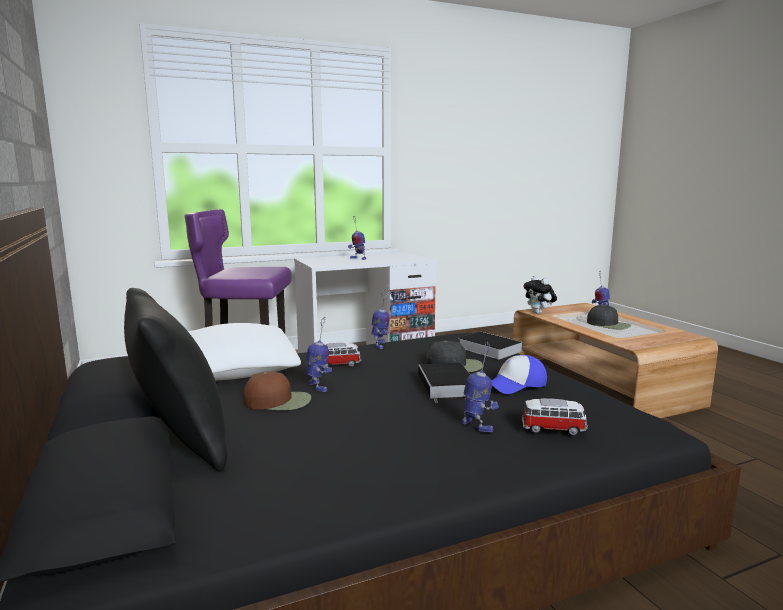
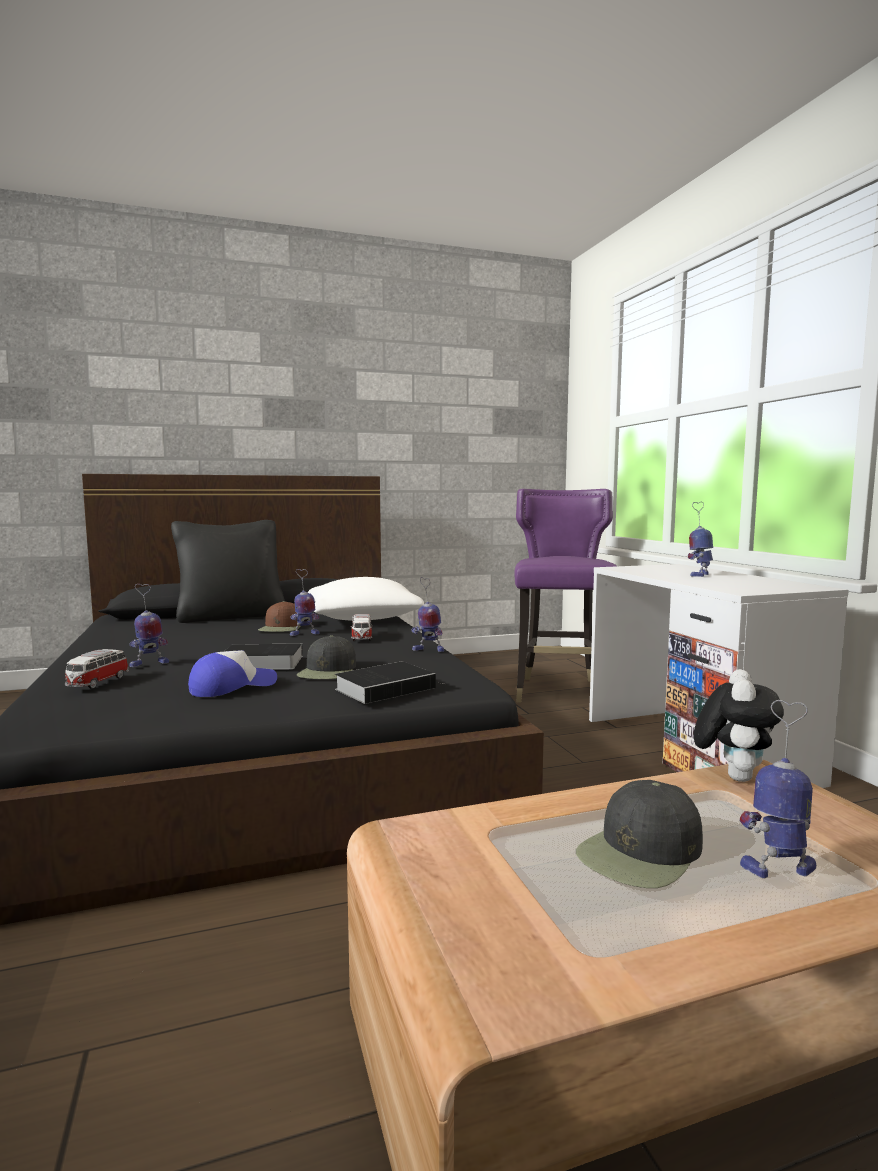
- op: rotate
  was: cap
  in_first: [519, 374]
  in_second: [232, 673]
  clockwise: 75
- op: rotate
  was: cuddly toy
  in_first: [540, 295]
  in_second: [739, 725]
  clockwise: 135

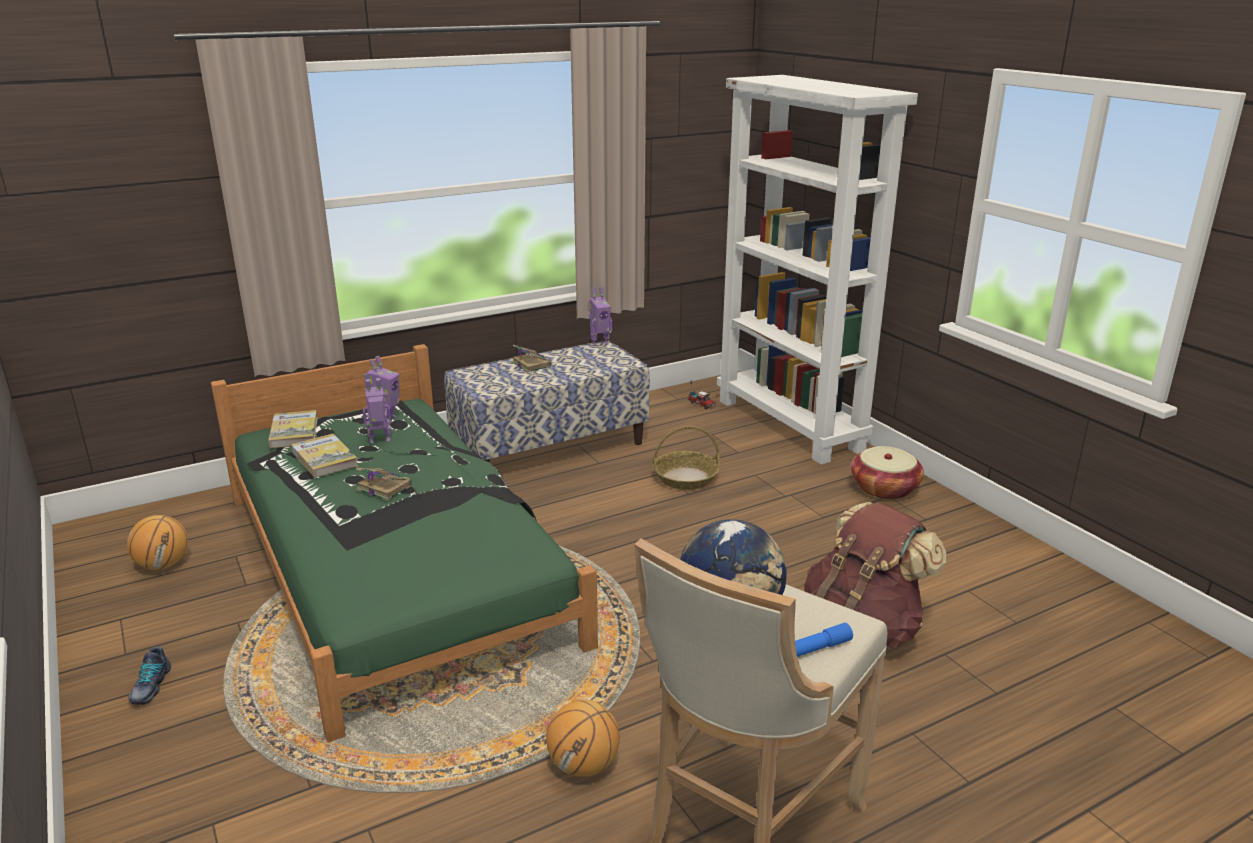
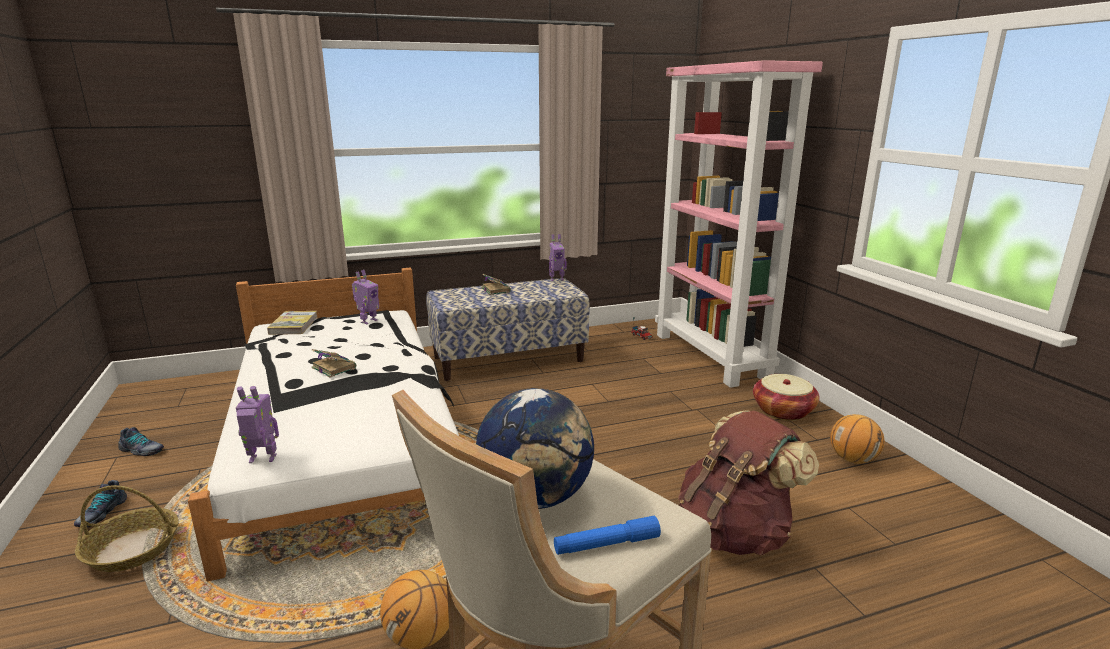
- op: delete
  was: bound book
  in_first: [324, 456]
- op: insert
  now: low shoe
  in_second: [141, 441]
- op: move
  was: basketball ball
  in_first: [157, 542]
  in_second: [857, 439]
- op: move
  was: toy robot
  in_first: [377, 411]
  in_second: [257, 424]
- op: move
  was: household basket
  in_first: [686, 458]
  in_second: [127, 528]
- op: recolor
  was: green-coloured bedroom bed
  now: whitish bedroom bed
  in_first: [404, 543]
  in_second: [323, 424]
- op: recolor
  was: whitish bookshelf
  now: pink bookshelf
  in_first: [817, 270]
  in_second: [739, 224]

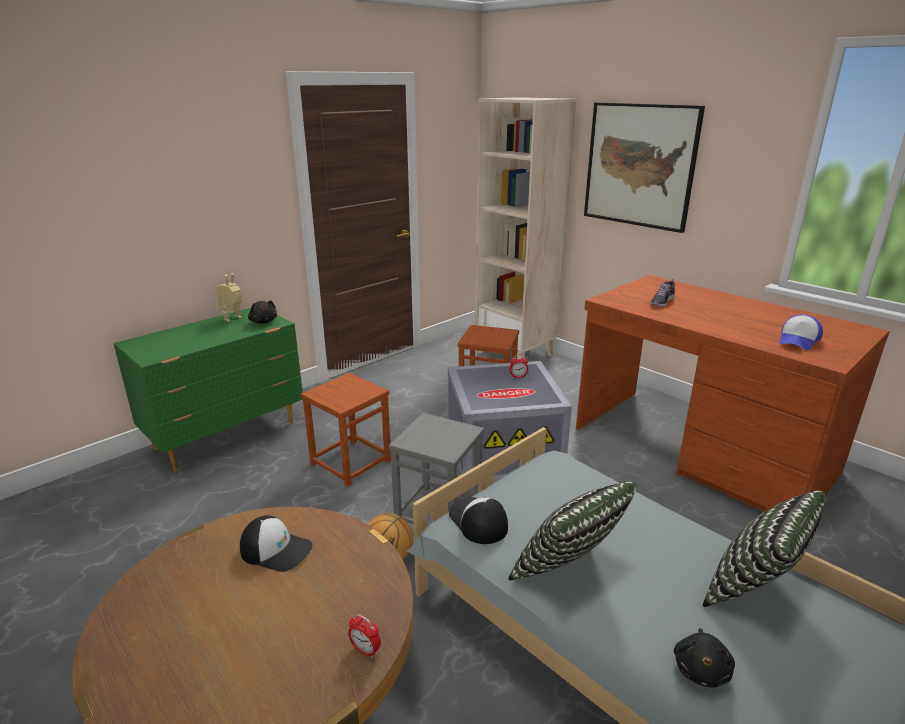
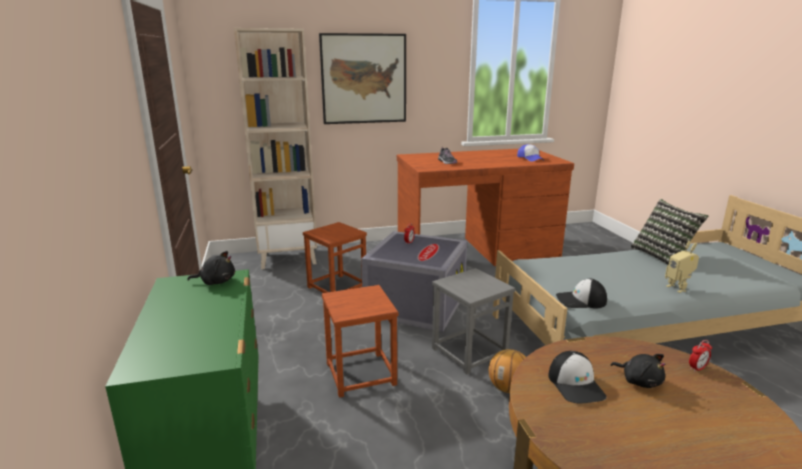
- op: delete
  was: pillow
  in_first: [572, 531]
- op: move
  was: toy robot
  in_first: [229, 297]
  in_second: [682, 267]
- op: move
  was: black-coloured cuddly toy
  in_first: [704, 658]
  in_second: [638, 371]
- op: rotate
  was: cap
  in_first: [276, 543]
  in_second: [577, 377]
  clockwise: 120

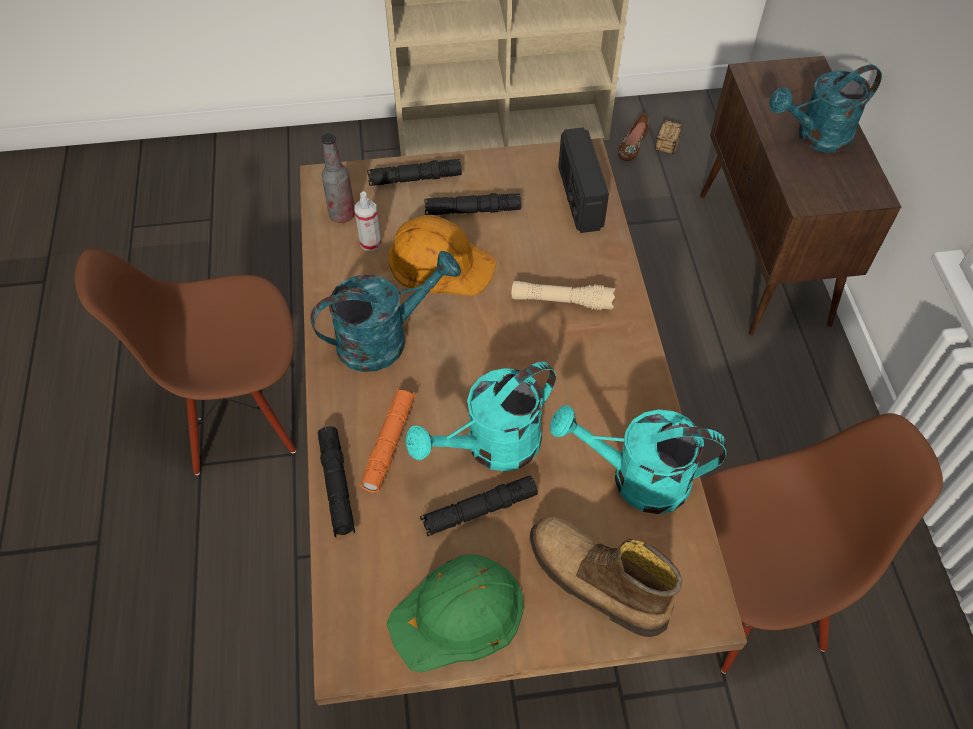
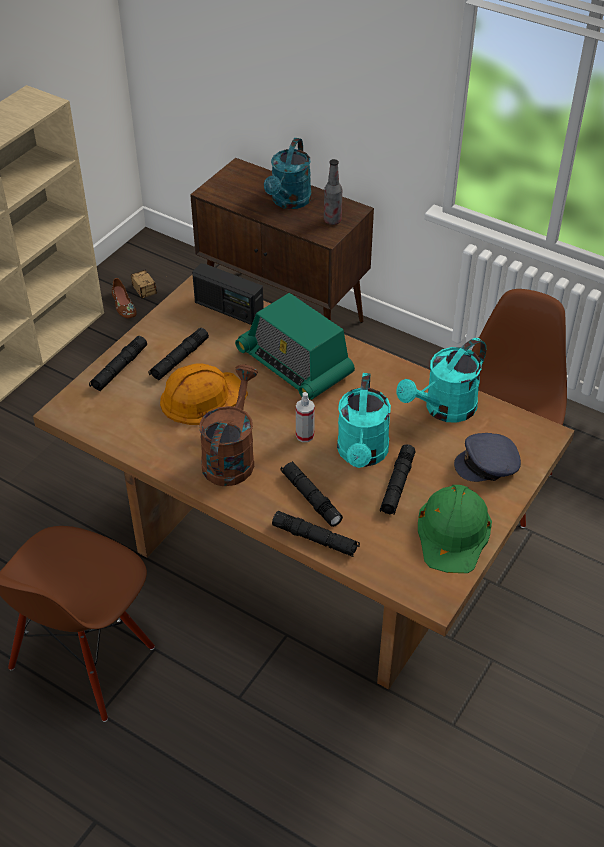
- op: move
  was: drink bottle
  in_first: [338, 178]
  in_second: [333, 192]
- op: move
  was: sprayer
  in_first: [367, 221]
  in_second: [305, 417]
- op: replace
  was: beige flashlight
  now: radio set
  in_first: [563, 295]
  in_second: [295, 346]
- op: replace
  was: tall boot
  now: greyish cap
  in_first: [606, 577]
  in_second: [487, 457]
- op: recolor
  was: turquoise watering pot
  now: brown-coloured watering pot
  in_first: [385, 311]
  in_second: [228, 425]
- op: recolor
  was: orange-coloured flashlight
  now: black-coloured flashlight
  in_first: [388, 440]
  in_second: [311, 494]

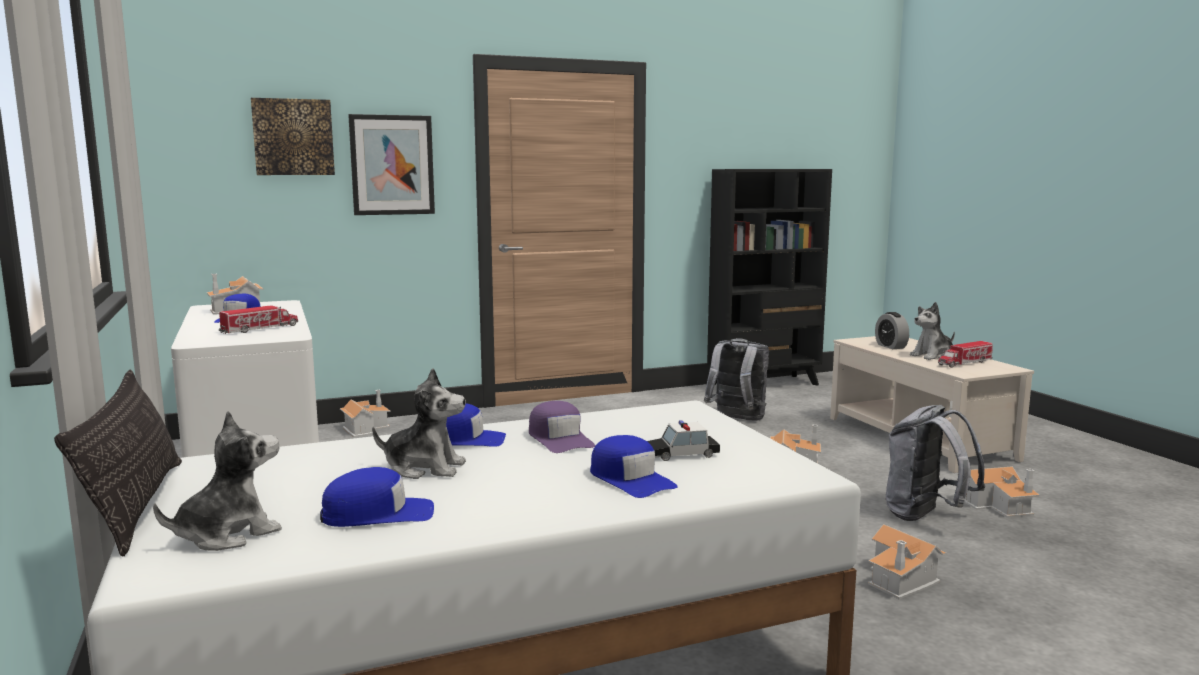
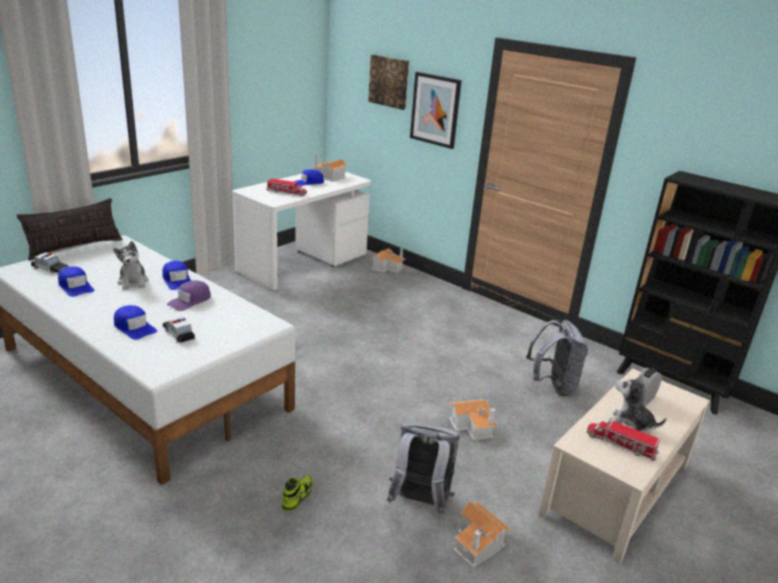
- op: replace
  was: cuddly toy
  now: model car
  in_first: [217, 481]
  in_second: [49, 262]
- op: replace
  was: toy house
  now: low shoe
  in_first: [907, 561]
  in_second: [297, 493]
- op: rotate
  was: bluish cap
  in_first: [634, 466]
  in_second: [135, 322]
  clockwise: -75

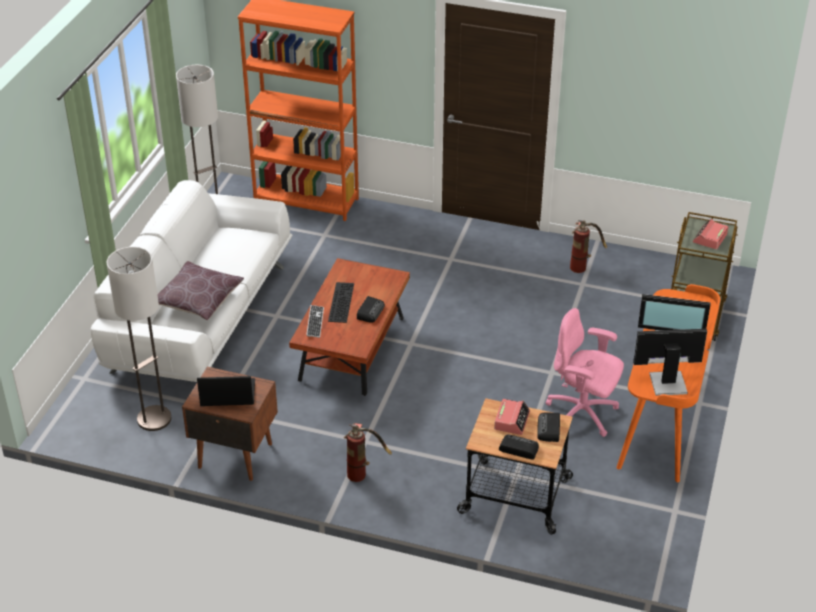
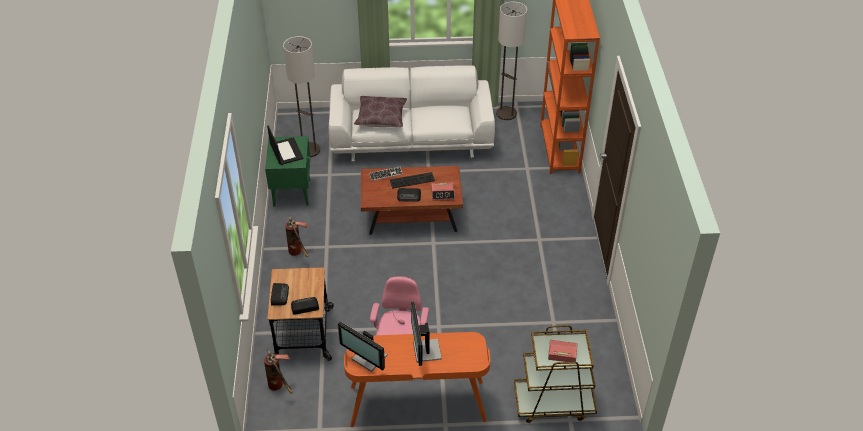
- op: move
  was: alarm clock
  in_first: [512, 417]
  in_second: [443, 192]
- op: move
  was: fire-fighting cylinder
  in_first: [588, 246]
  in_second: [278, 371]
- op: recolor
  was: brown-coloured bedside table
  now: green-coloured bedside table
  in_first: [230, 424]
  in_second: [287, 171]
- op: rotate
  was: computer display
  in_first: [670, 362]
  in_second: [362, 346]
  clockwise: 150

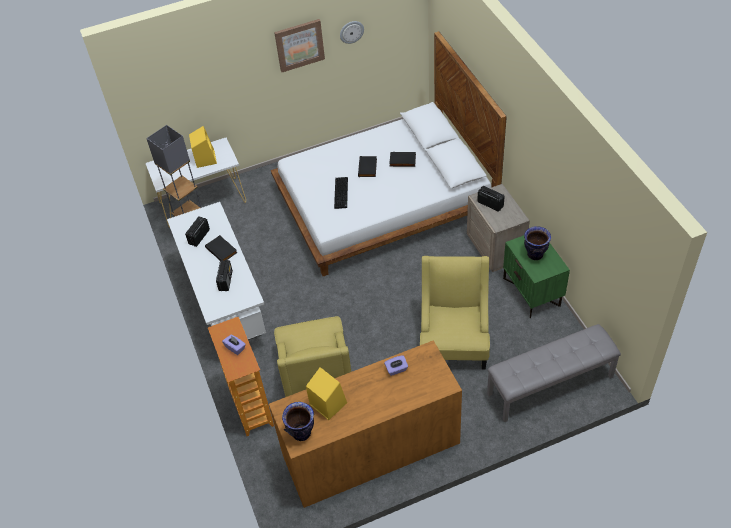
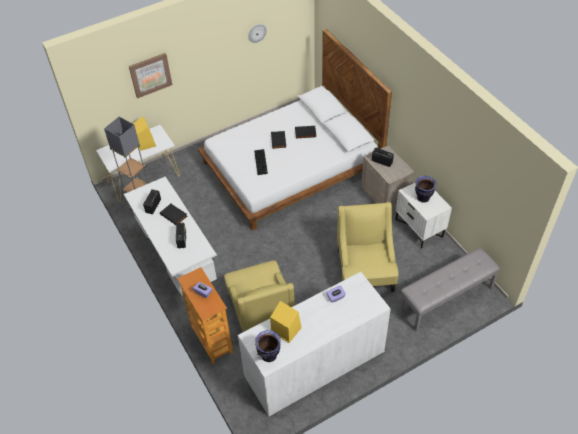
- op: move
  was: picture
  in_first: [299, 45]
  in_second: [150, 75]
- op: recolor
  was: brown-coloured chest of drawers
  now: whitish chest of drawers
  in_first: [365, 424]
  in_second: [314, 344]
- op: recolor
  was: green-coloured bedside table
  now: whitish bedside table
  in_first: [536, 276]
  in_second: [424, 216]

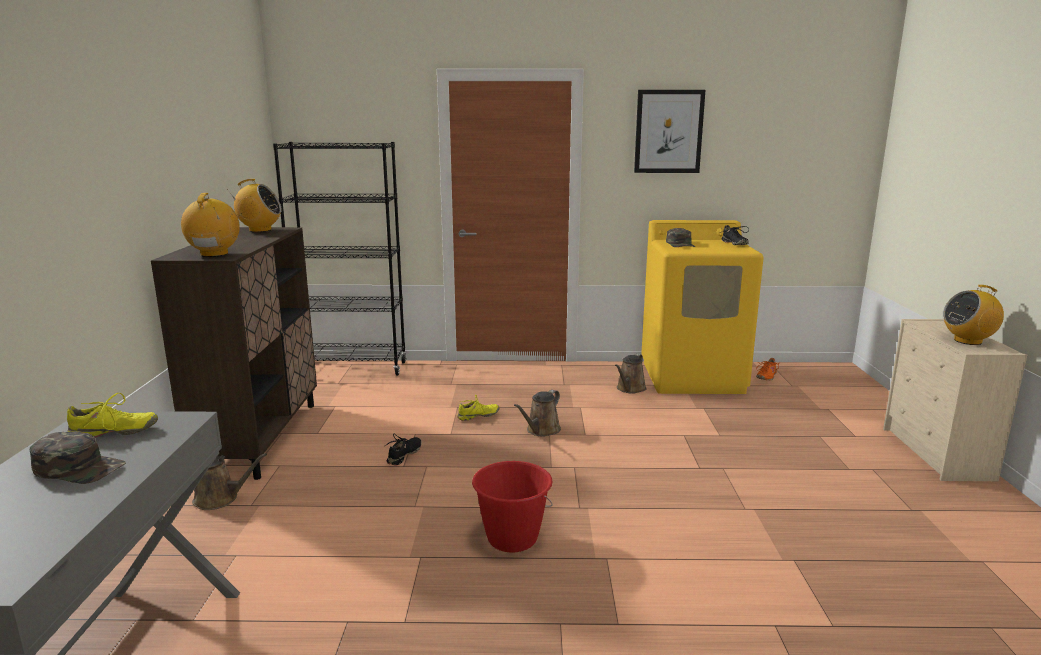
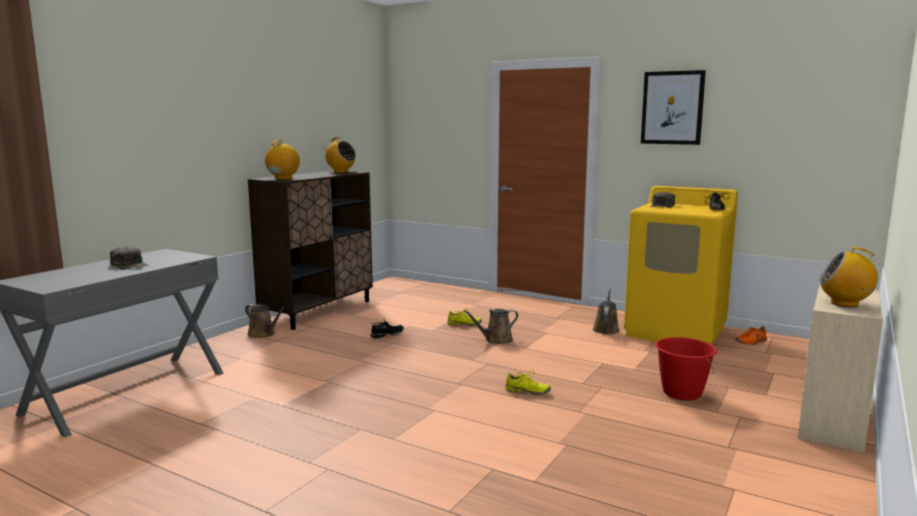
- op: delete
  was: black-coloured bookshelf
  in_first: [339, 259]
- op: move
  was: yellow low shoe
  in_first: [112, 415]
  in_second: [528, 382]
- op: move
  was: reddish water bucket
  in_first: [512, 507]
  in_second: [686, 368]
- op: rotate
  was: brown-coloured watering pot
  in_first: [631, 374]
  in_second: [606, 311]
  clockwise: 135

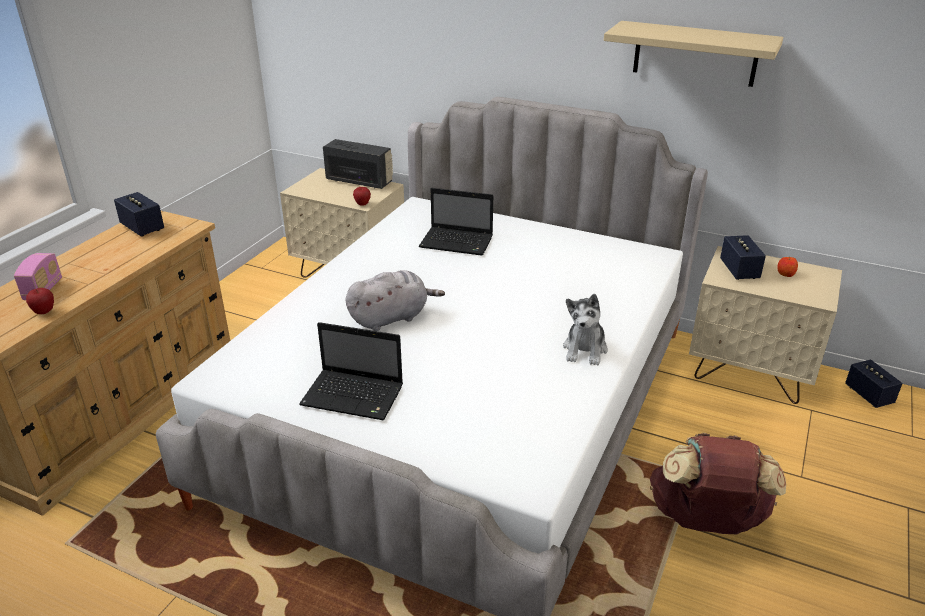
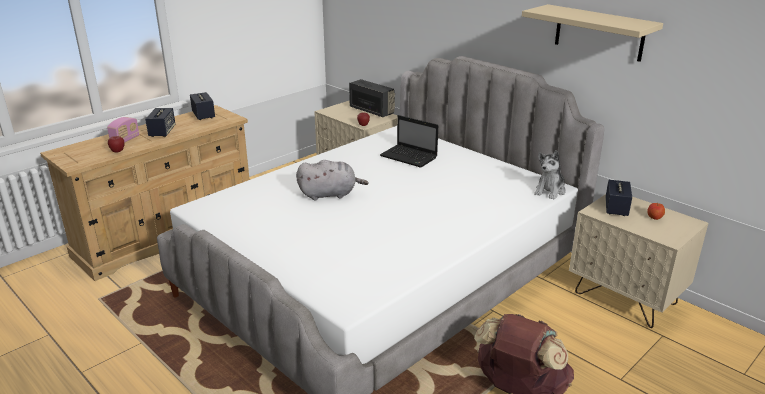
- op: delete
  was: laptop
  in_first: [351, 371]
- op: move
  was: cuddly toy
  in_first: [585, 330]
  in_second: [550, 175]
- op: move
  was: audio speaker
  in_first: [874, 384]
  in_second: [160, 122]

